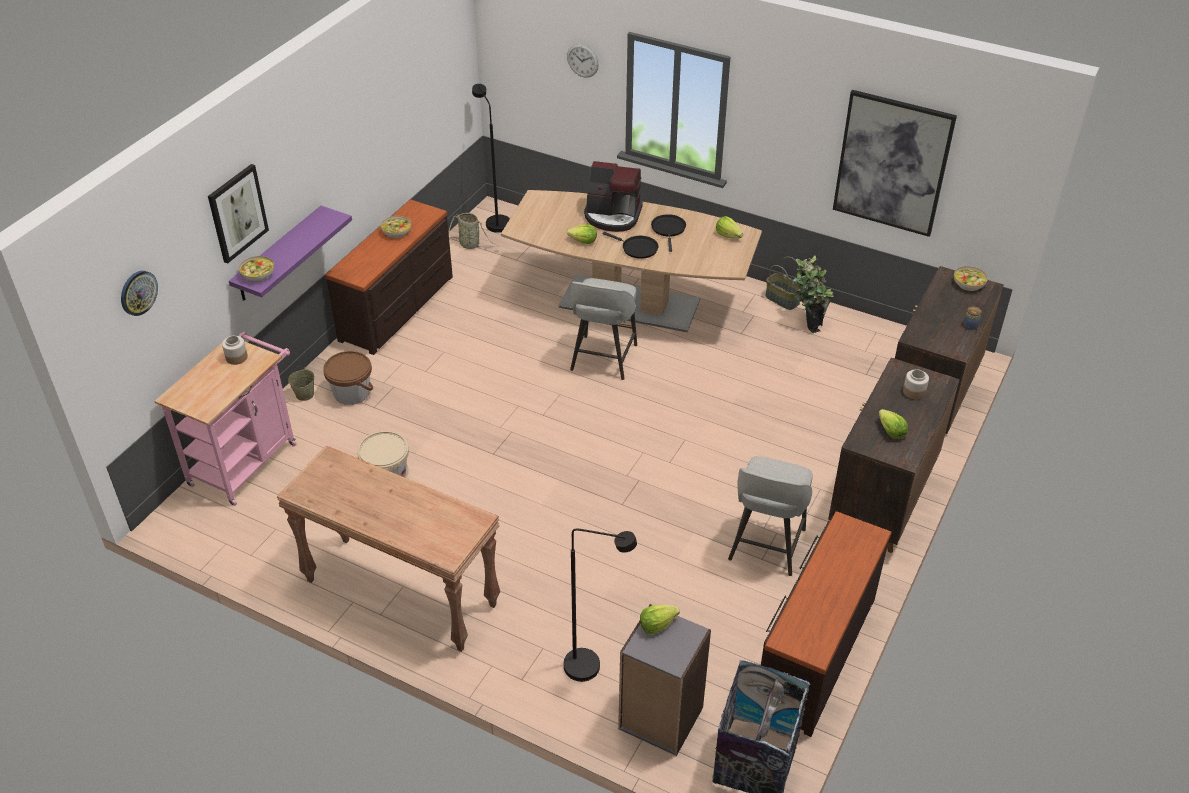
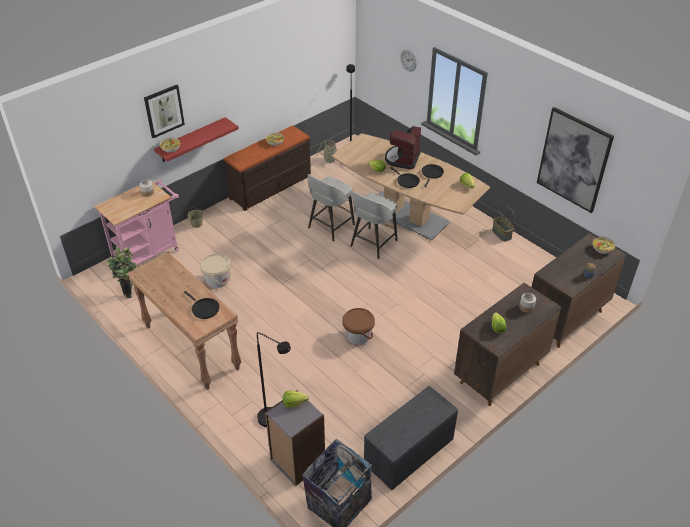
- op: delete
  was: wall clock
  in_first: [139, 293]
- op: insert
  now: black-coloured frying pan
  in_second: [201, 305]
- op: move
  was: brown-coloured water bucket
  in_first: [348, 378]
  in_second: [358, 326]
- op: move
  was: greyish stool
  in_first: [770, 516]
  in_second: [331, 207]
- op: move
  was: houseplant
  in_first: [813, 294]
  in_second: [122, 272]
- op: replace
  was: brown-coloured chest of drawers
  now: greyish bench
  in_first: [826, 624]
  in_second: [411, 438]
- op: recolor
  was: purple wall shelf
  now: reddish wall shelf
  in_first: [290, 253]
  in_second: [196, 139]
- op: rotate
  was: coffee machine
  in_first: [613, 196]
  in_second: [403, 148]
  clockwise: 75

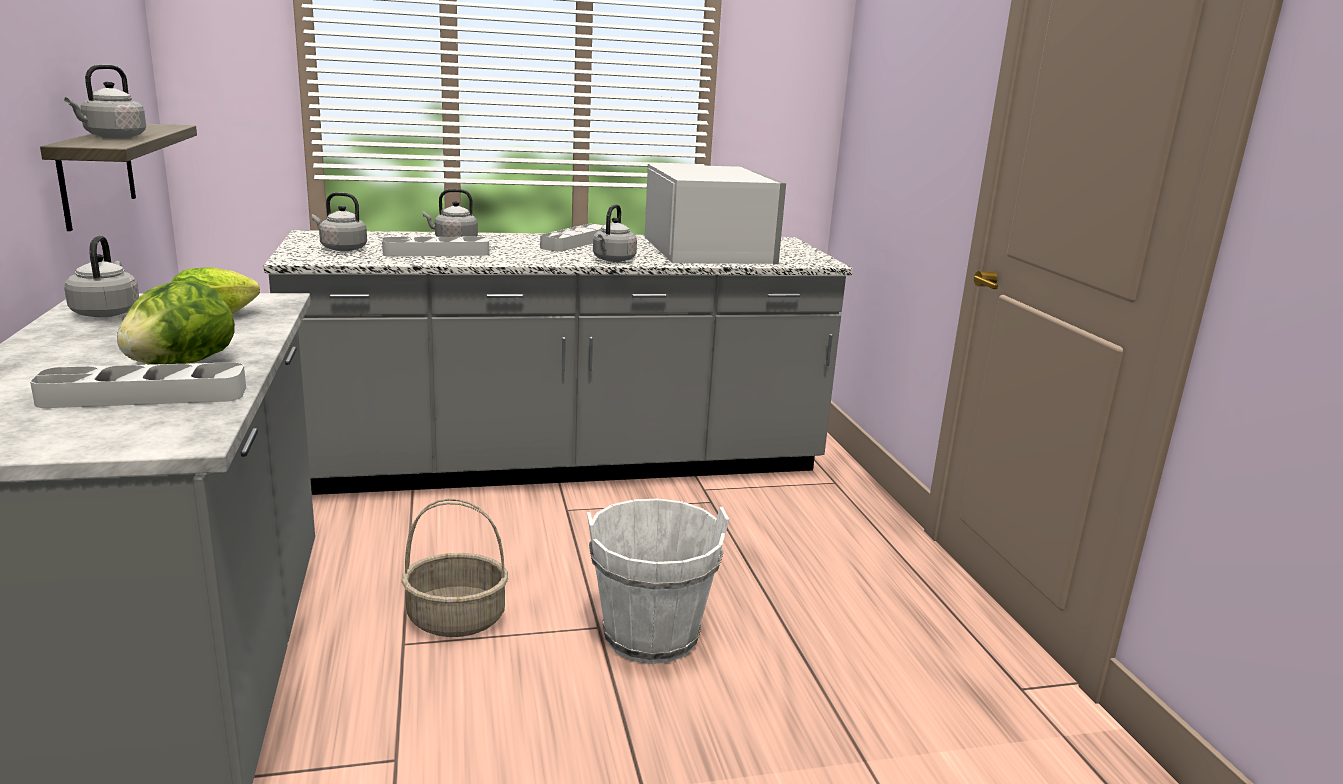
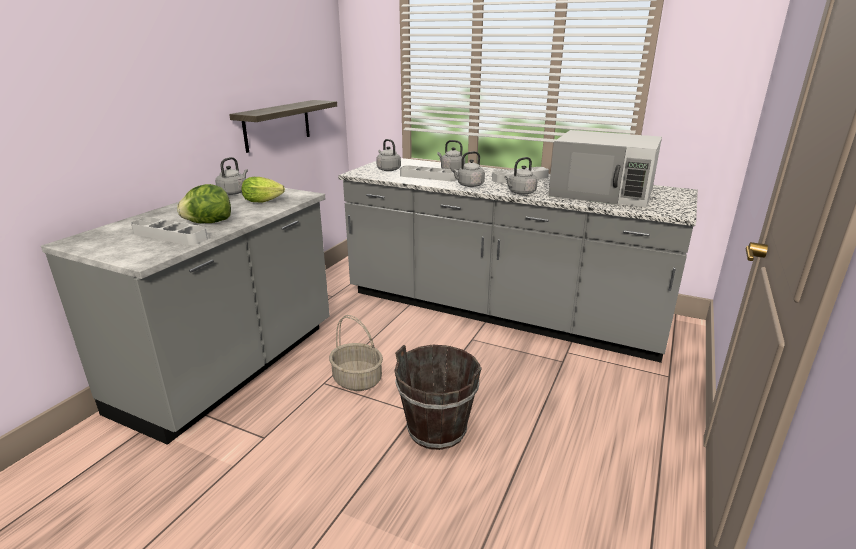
- op: move
  was: greyish tea kettle
  in_first: [105, 101]
  in_second: [468, 169]
- op: recolor
  was: whitish water bucket
  now: brown-coloured water bucket
  in_first: [658, 581]
  in_second: [438, 397]
- op: rotate
  was: whitish microwave
  in_first: [715, 214]
  in_second: [605, 168]
  clockwise: 90

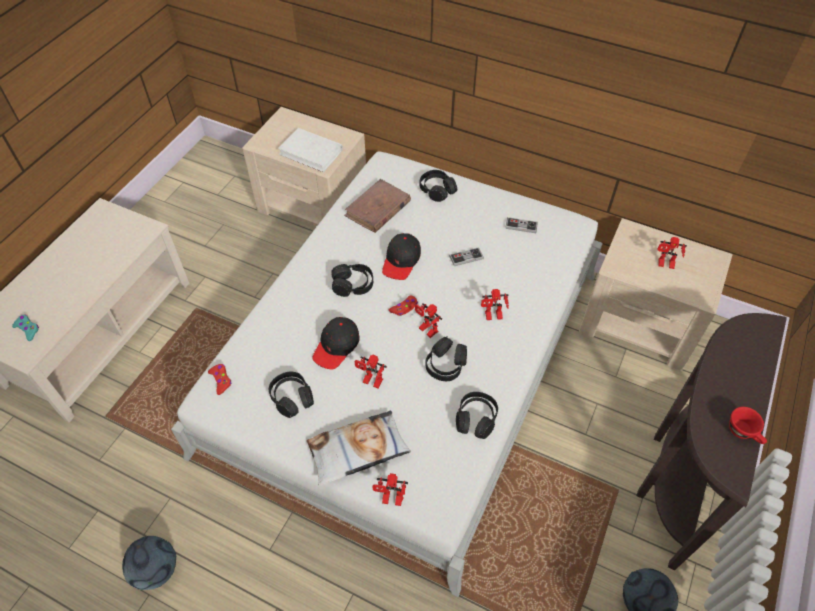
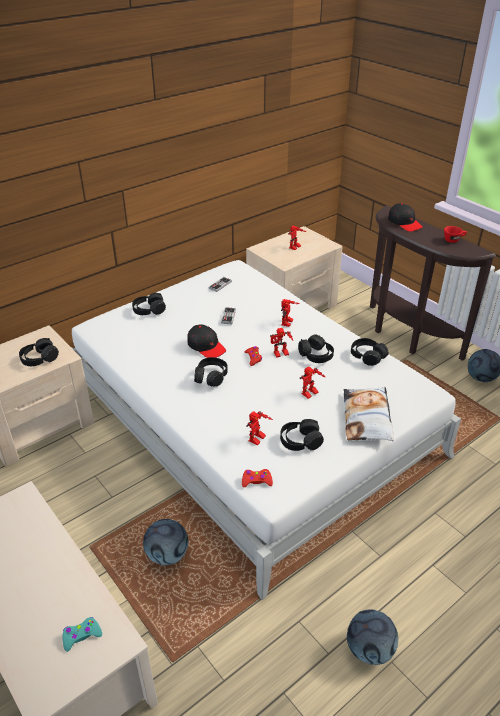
- op: delete
  was: brown-coloured bound book
  in_first: [377, 206]
- op: insert
  now: ball for football
  in_second: [165, 542]
- op: move
  was: black-coloured cap
  in_first: [335, 343]
  in_second: [405, 217]
- op: move
  was: toy robot
  in_first: [390, 489]
  in_second: [259, 428]
- op: replace
  was: whitish bound book
  now: black-coloured pair of headphones
  in_first: [310, 150]
  in_second: [39, 352]

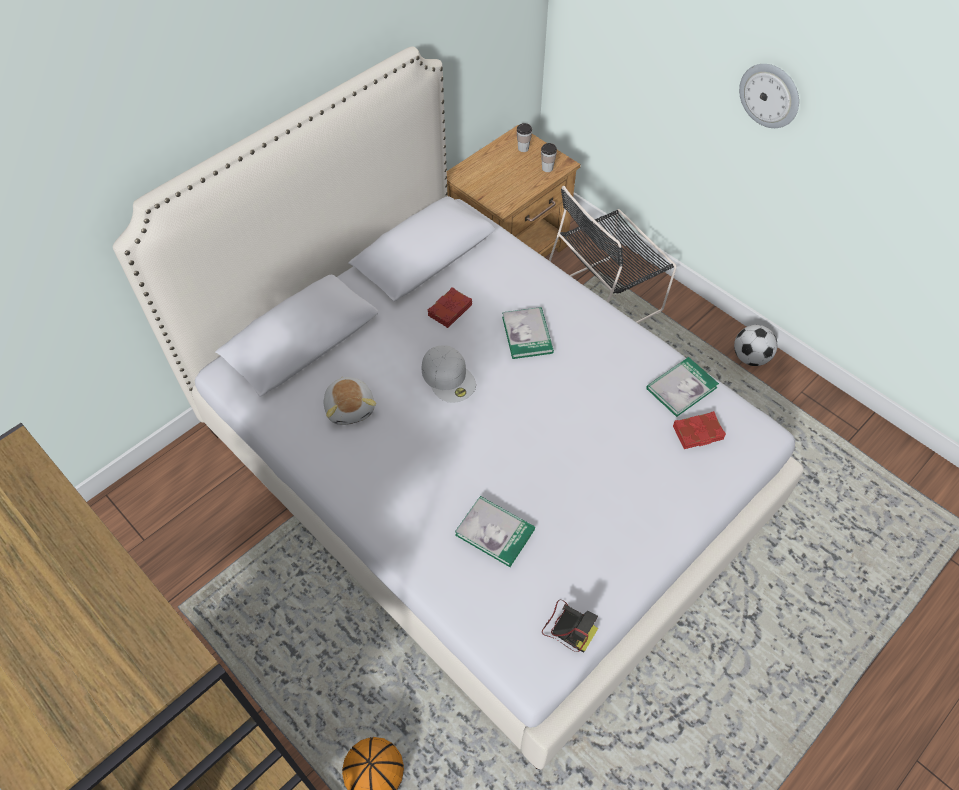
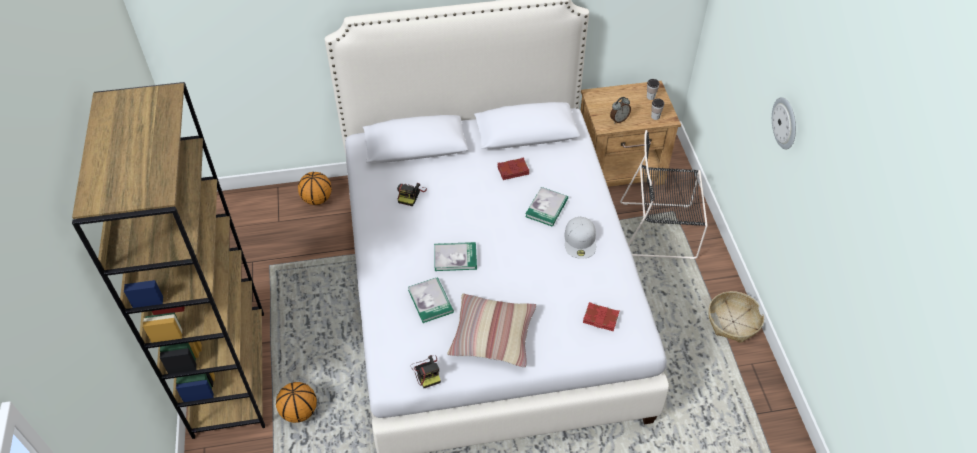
- op: insert
  now: basketball ball
  in_second: [315, 188]
- op: insert
  now: pillow
  in_second: [491, 331]
- op: insert
  now: alarm clock
  in_second: [620, 110]
- op: move
  was: whitish cap
  in_first: [449, 374]
  in_second: [580, 238]
- op: move
  was: bound book
  in_first: [682, 387]
  in_second: [455, 256]
- op: replace
  was: cuddly toy
  now: photo camera
  in_first: [350, 401]
  in_second: [412, 194]
- op: replace
  was: ball for football
  now: household basket
  in_first: [755, 345]
  in_second: [736, 317]

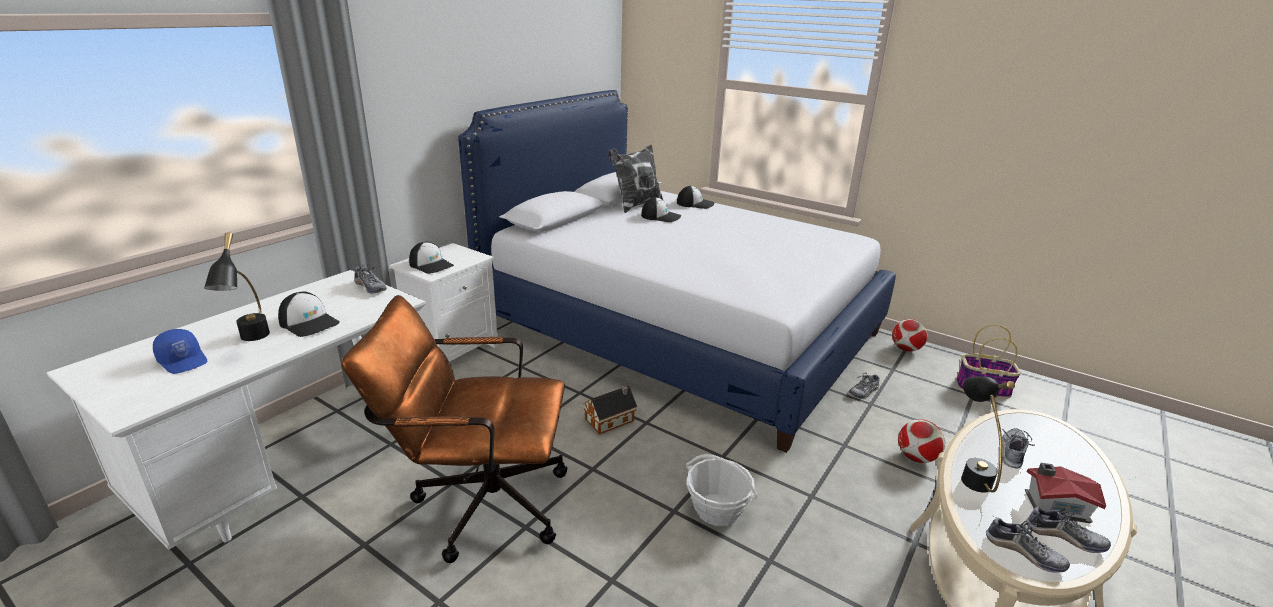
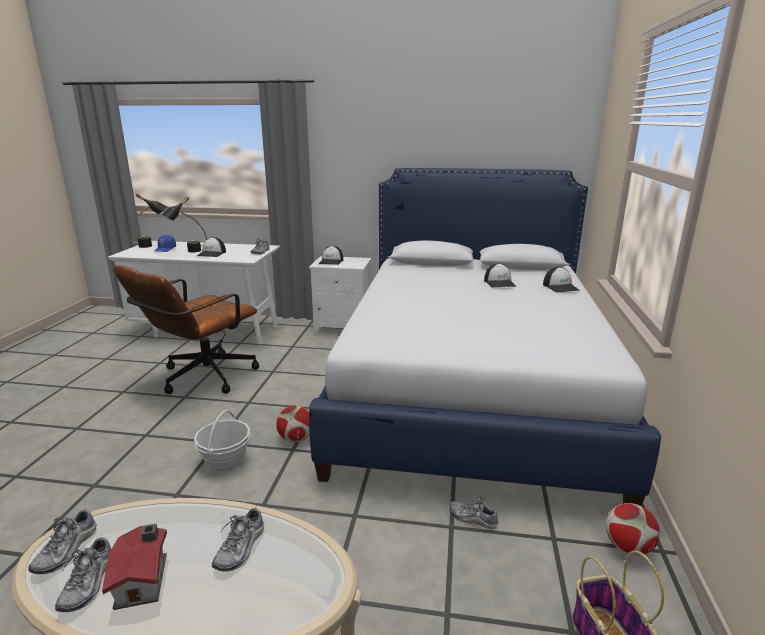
- op: delete
  was: toy house
  in_first: [611, 410]
- op: delete
  was: pillow
  in_first: [636, 179]
- op: move
  was: ball for football
  in_first: [921, 441]
  in_second: [293, 423]
- op: move
  was: black-coloured tabletop lamp
  in_first: [988, 434]
  in_second: [148, 221]
- op: rotate
  was: brown-coloured office chair
  in_first: [454, 429]
  in_second: [186, 329]
  clockwise: -120
- op: rotate
  was: low shoe
  in_first: [1018, 448]
  in_second: [238, 540]
  clockwise: 105

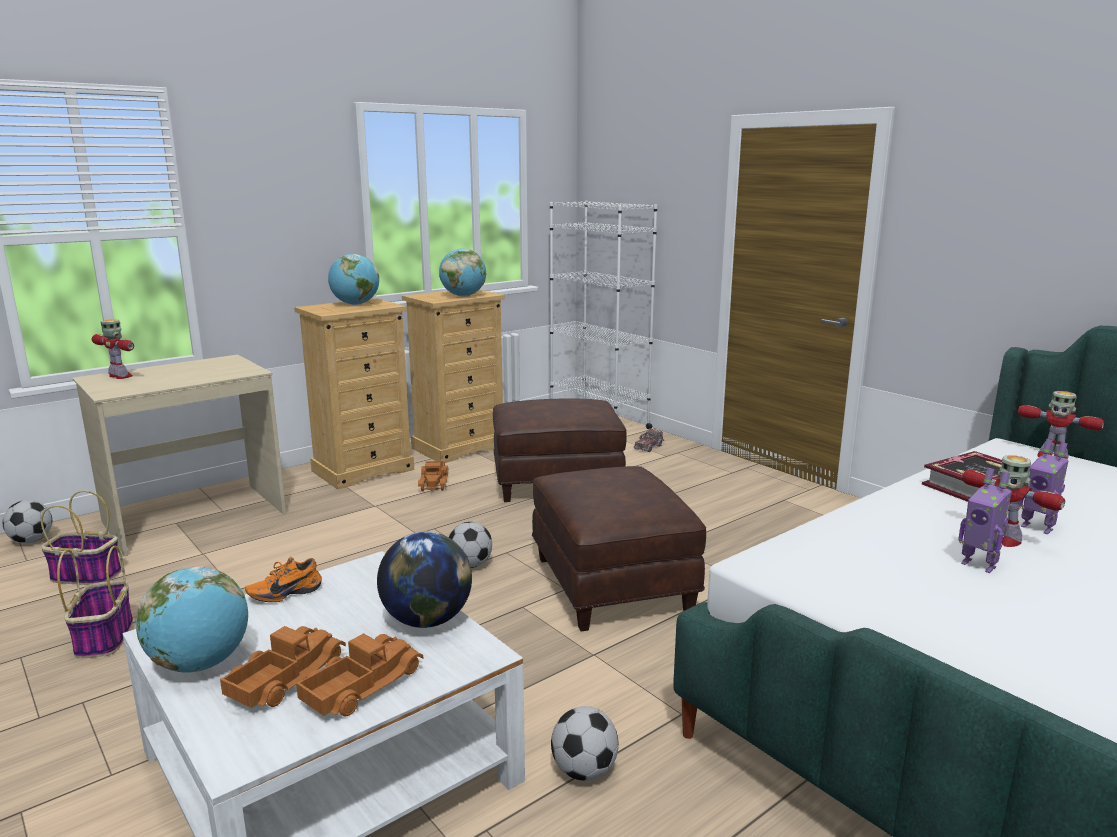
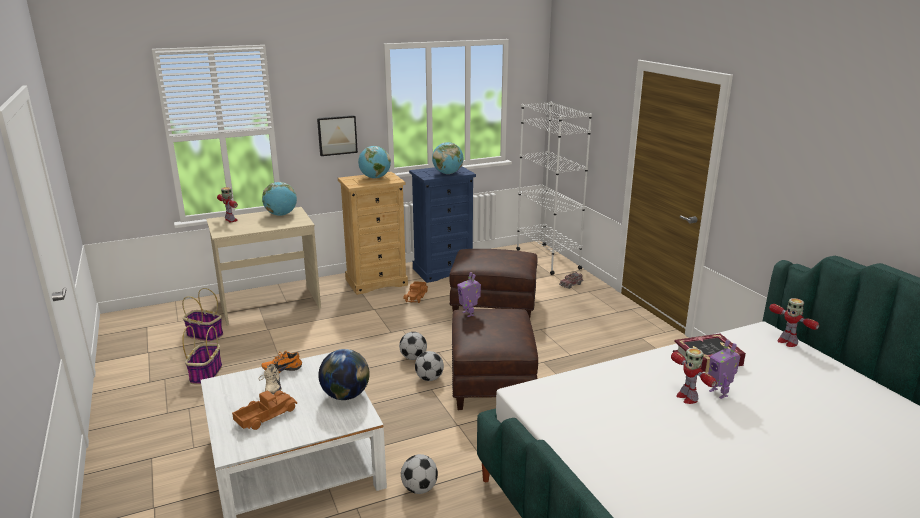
- op: delete
  was: toy lorry
  in_first: [360, 675]
- op: insert
  now: beige low shoe
  in_second: [270, 379]
- op: insert
  now: picture
  in_second: [337, 135]
- op: move
  was: ball for football
  in_first: [27, 521]
  in_second: [429, 366]
- op: move
  was: world globe
  in_first: [192, 619]
  in_second: [279, 199]
- op: move
  was: toy robot
  in_first: [985, 520]
  in_second: [469, 294]
- op: recolor
  was: beige chest of drawers
  now: bluish chest of drawers
  in_first: [453, 376]
  in_second: [442, 224]

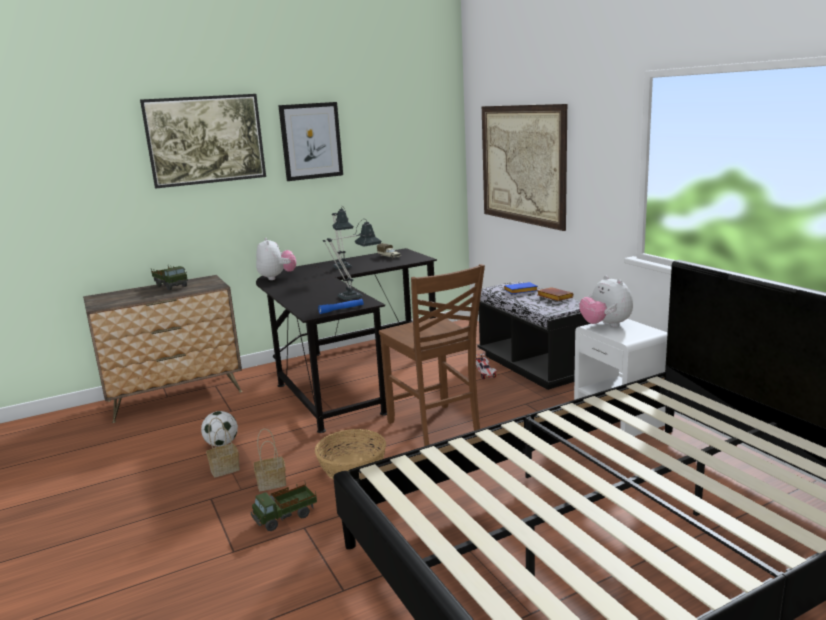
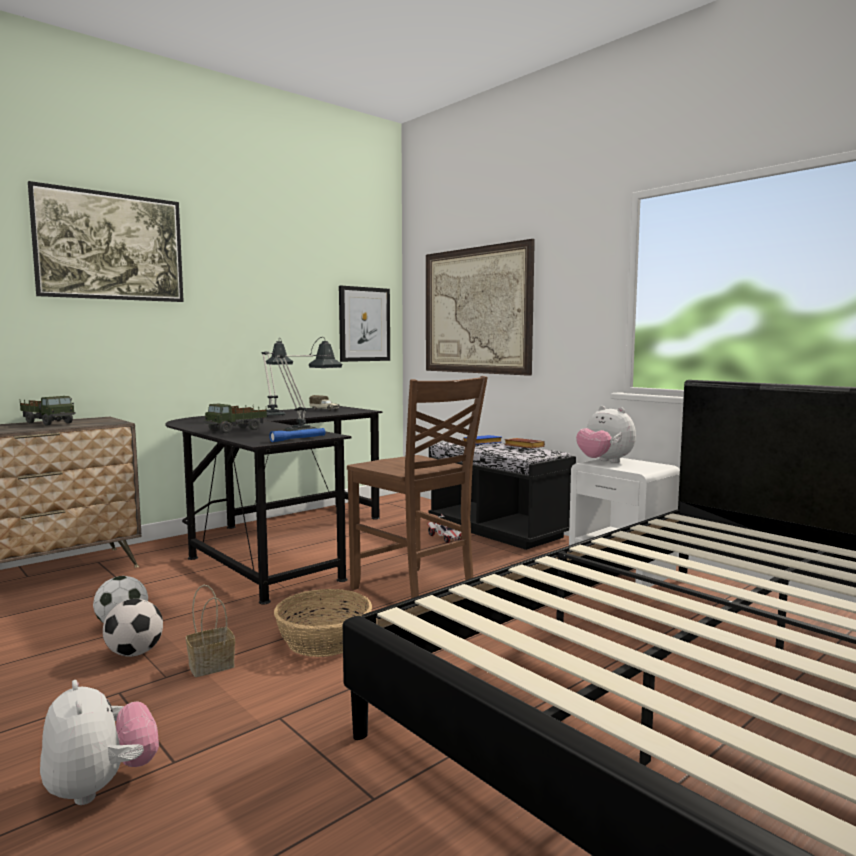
- op: move
  was: toy lorry
  in_first: [284, 507]
  in_second: [235, 418]
- op: move
  was: cuddly toy
  in_first: [276, 259]
  in_second: [99, 742]
- op: move
  was: picture
  in_first: [310, 141]
  in_second: [364, 324]
- op: replace
  was: household basket
  now: ball for football
  in_first: [223, 447]
  in_second: [133, 628]

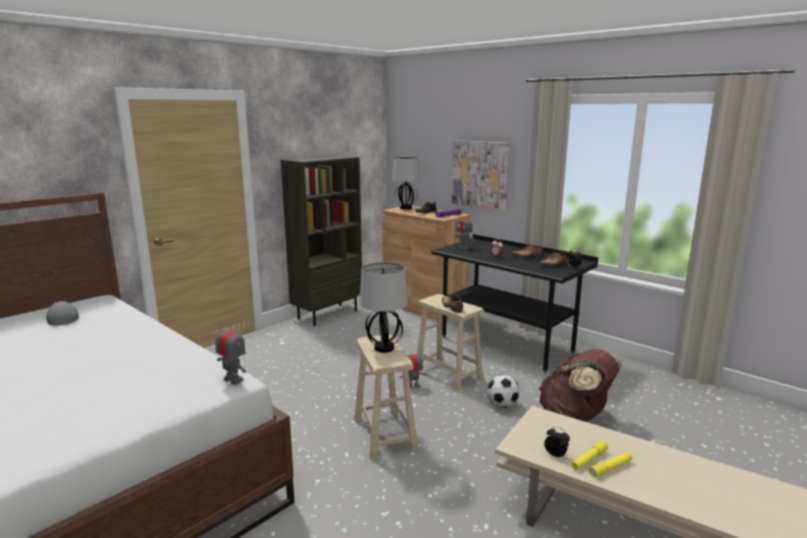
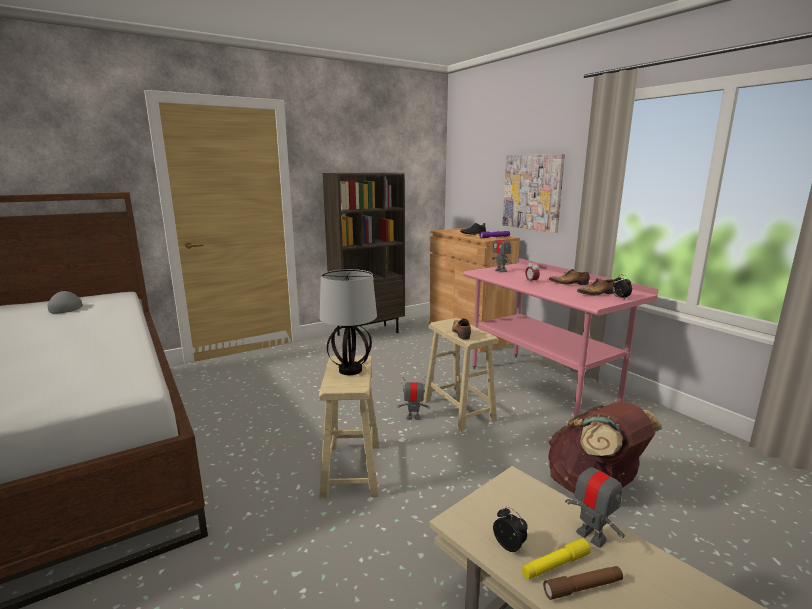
- op: delete
  was: tabletop lamp
  in_first: [406, 183]
- op: delete
  was: ball for football
  in_first: [503, 391]
- op: move
  was: toy robot
  in_first: [231, 353]
  in_second: [595, 501]
- op: recolor
  was: black-coloured desk table
  now: pink desk table
  in_first: [515, 304]
  in_second: [560, 337]
- op: recolor
  was: yellow flashlight
  now: brown-coloured flashlight
  in_first: [610, 465]
  in_second: [583, 583]

